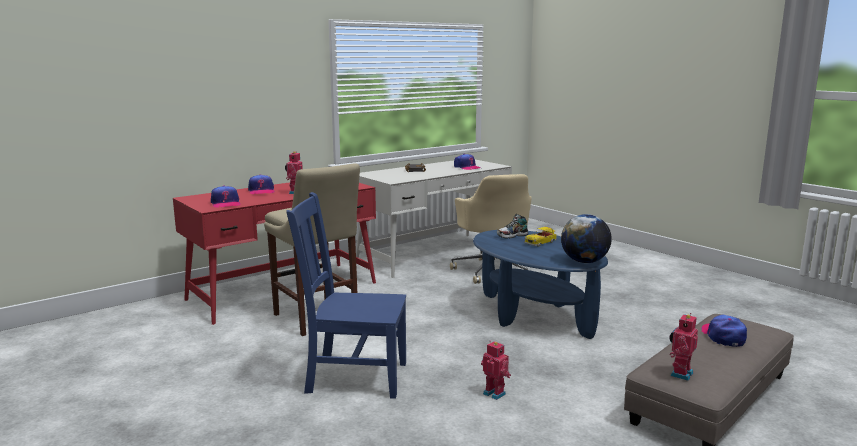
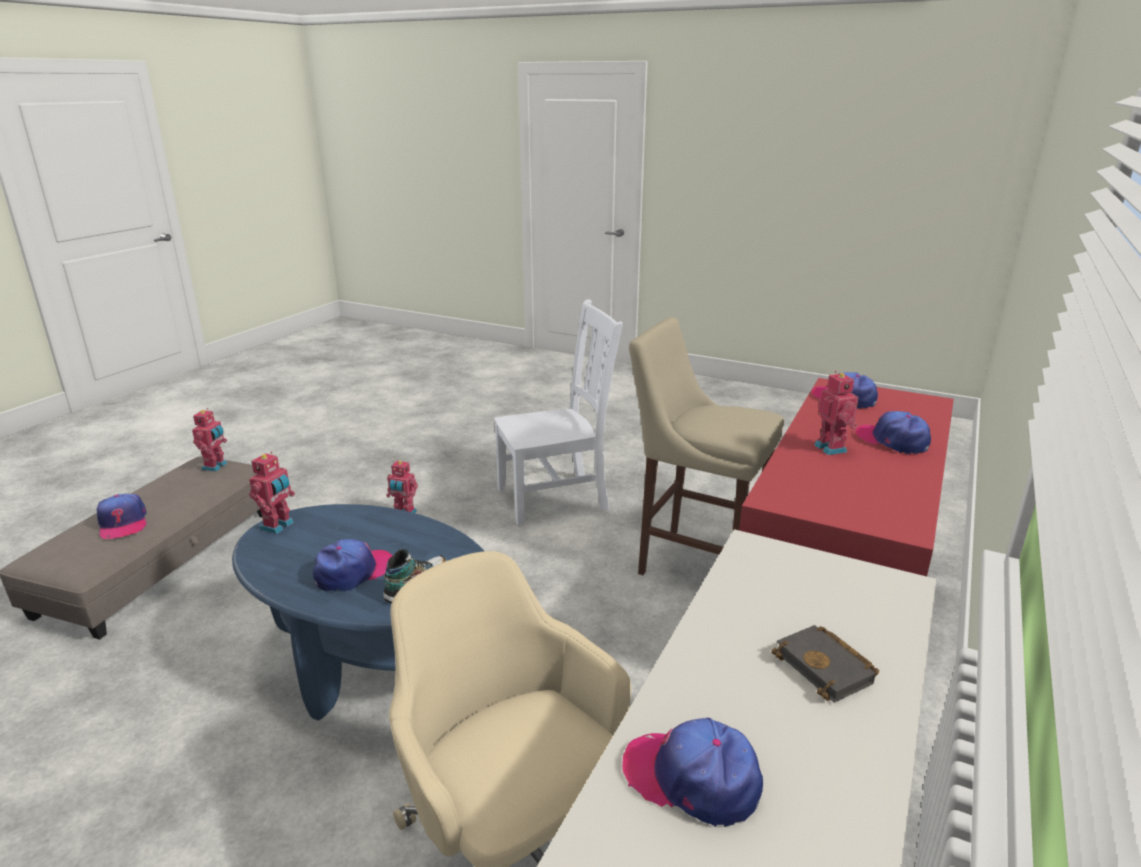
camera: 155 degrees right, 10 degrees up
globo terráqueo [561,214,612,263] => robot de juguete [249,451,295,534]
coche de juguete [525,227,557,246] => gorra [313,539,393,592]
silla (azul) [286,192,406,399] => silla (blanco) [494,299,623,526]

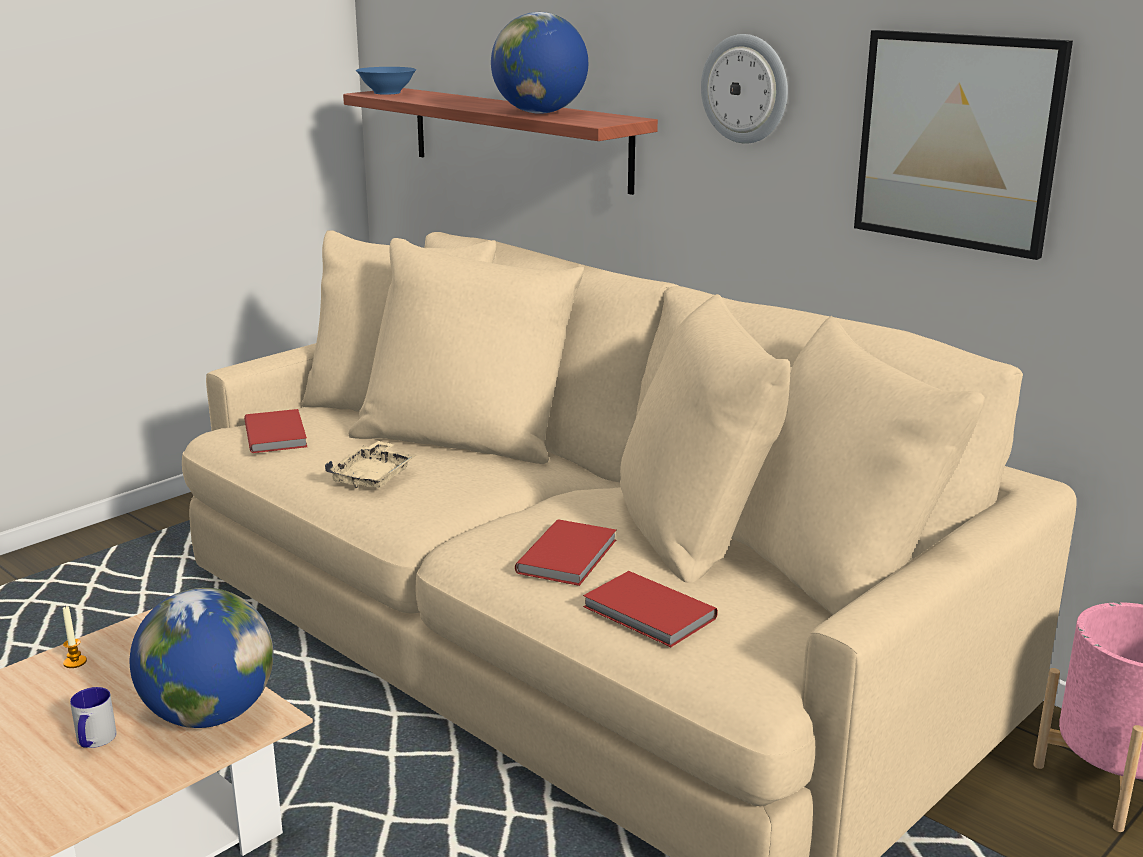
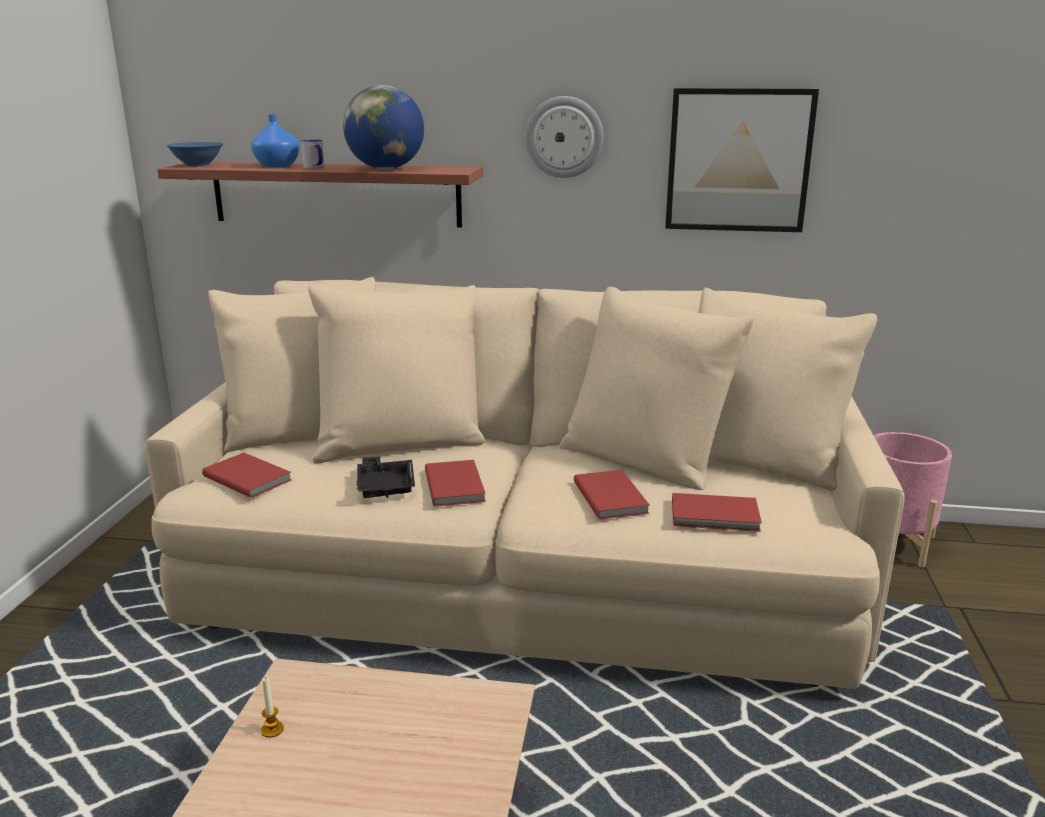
camera: 35 degrees left, 0 degrees up
nothing => florero (azul) [251,114,300,167]
taza grande [70,687,117,748] => taza grande [301,140,325,169], shifted
bandeja (beis) [325,441,417,488] => bandeja (negro) [357,457,415,498]
nothing => libro (rojo) [425,460,486,507]
globo terráqueo [130,588,274,728] => nothing

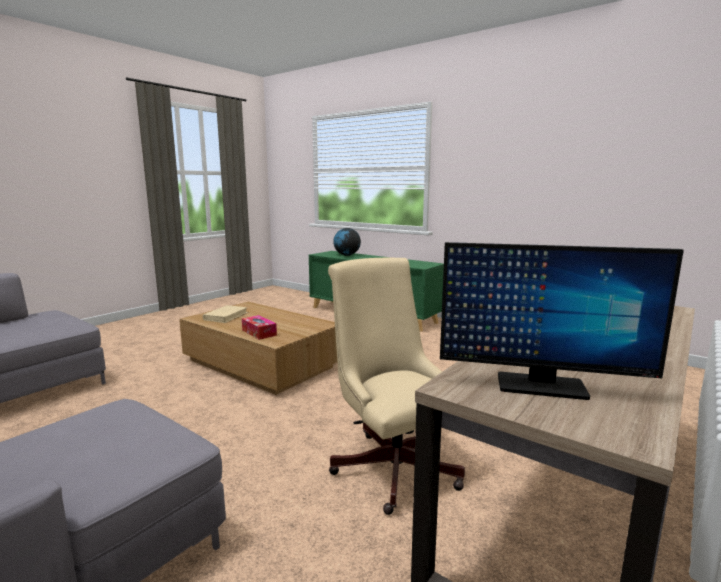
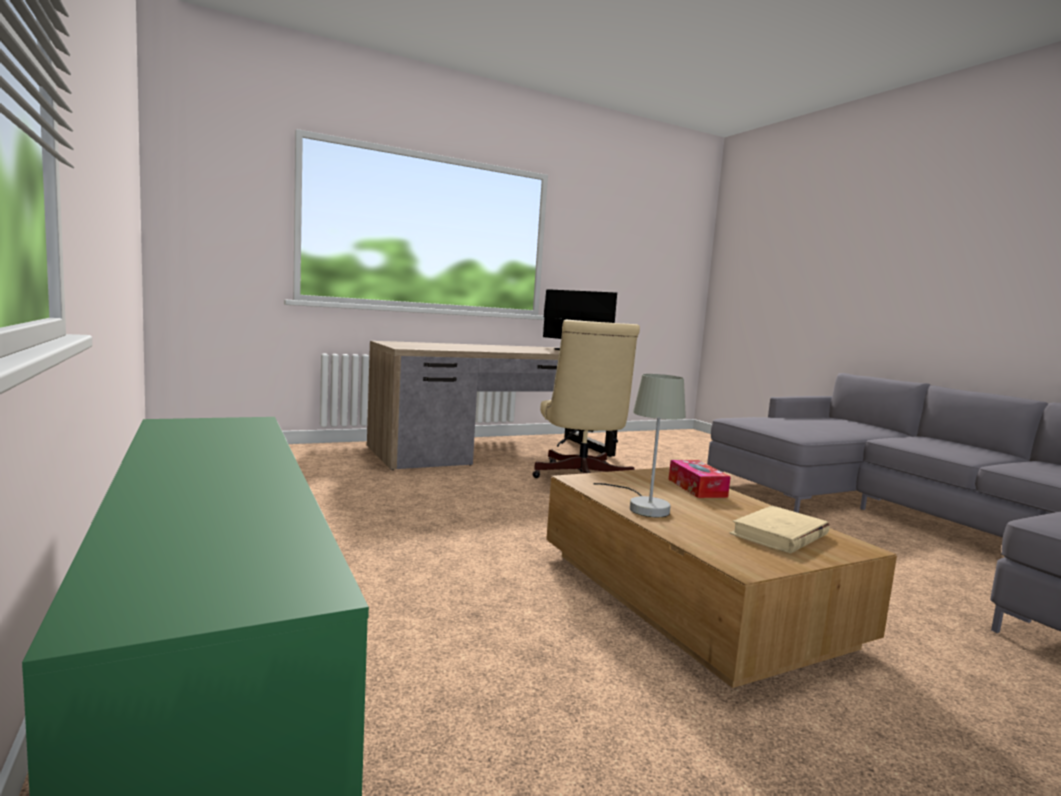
camera: 155 degrees left, 5 degrees down
nothing => lámpara de mesa (gris) [593,374,686,517]
globo terráqueo [333,228,361,256] => nothing

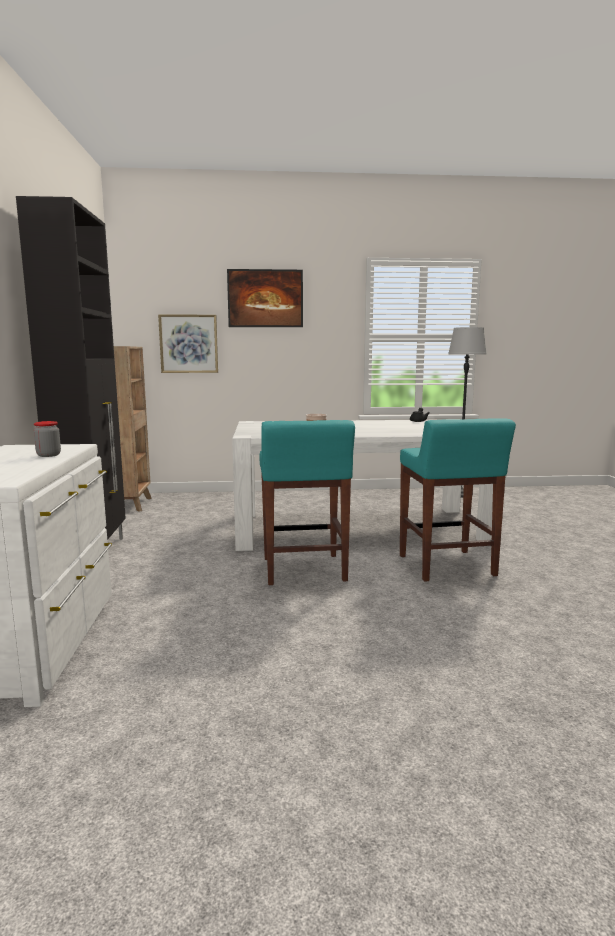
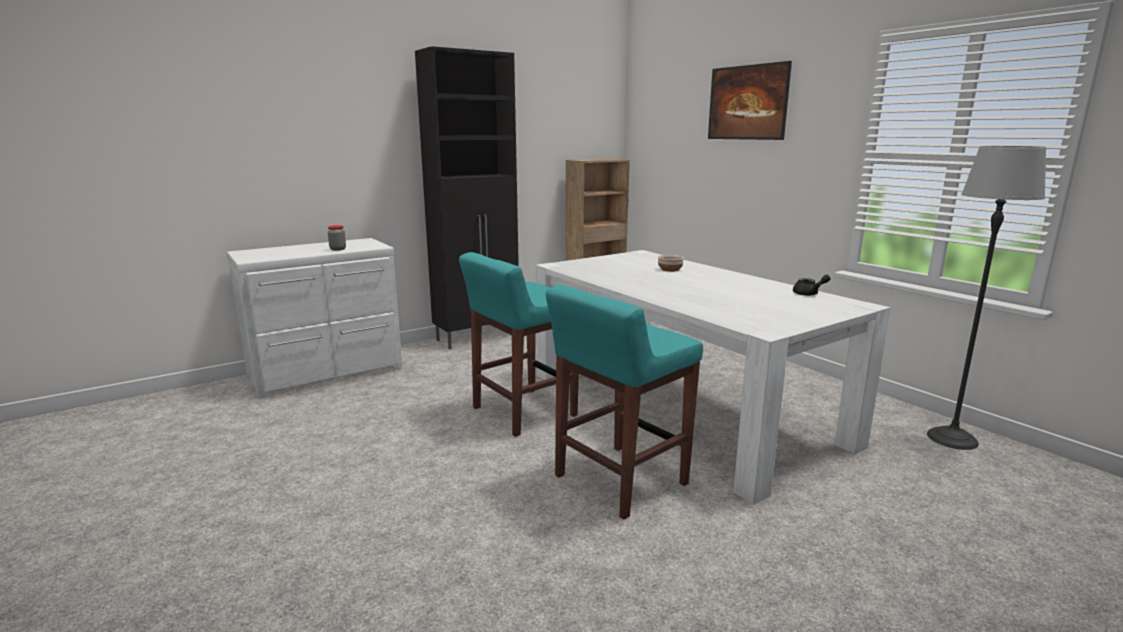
camera: 60 degrees right, 5 degrees up
cuadro [158,314,218,373] => nothing

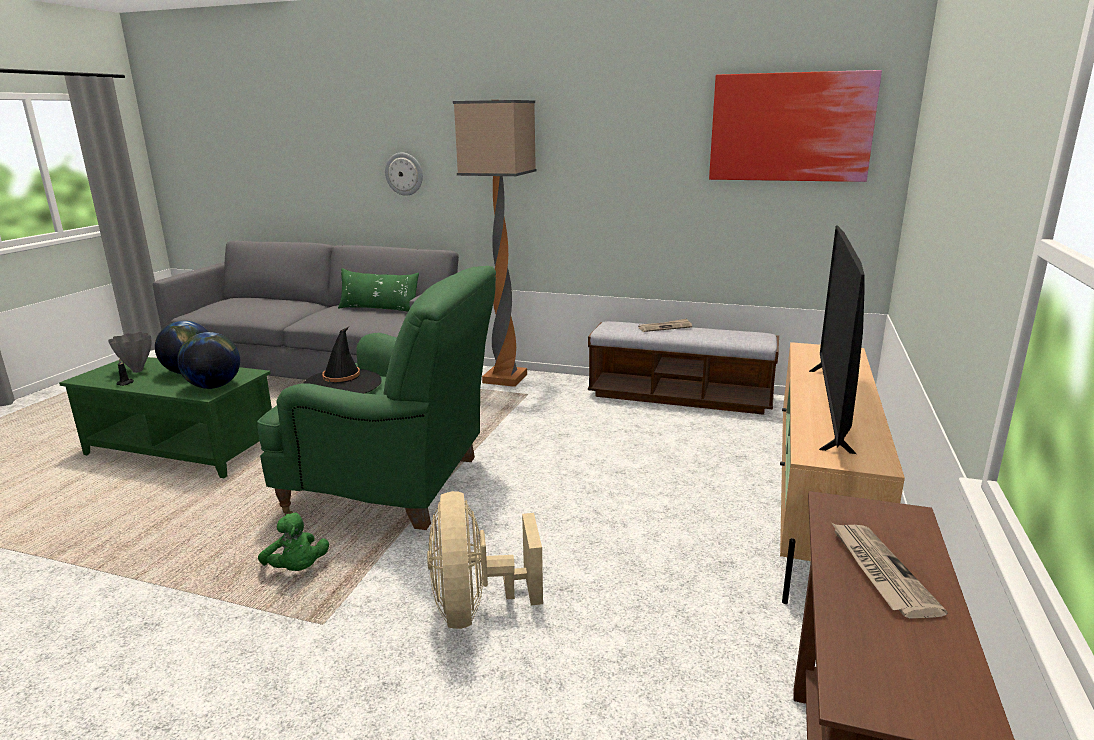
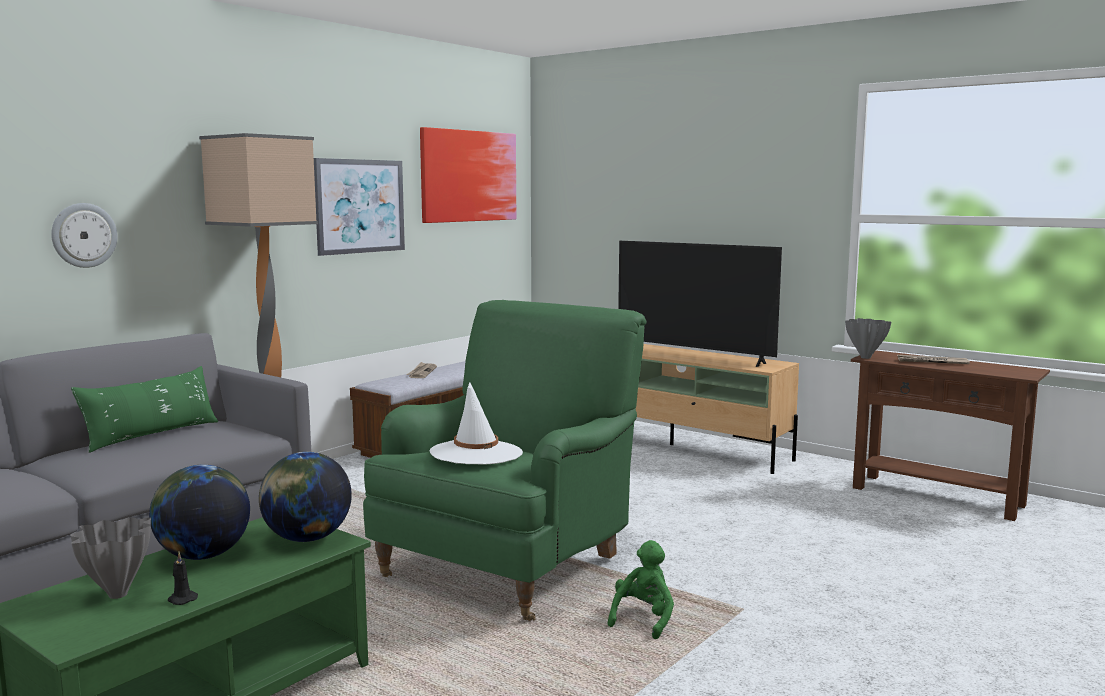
camera: 70 degrees left, 10 degrees down
nothing => cuadro [314,158,405,256]
sombrero (negro) [304,327,382,394] => sombrero (blanco) [429,383,523,465]
peluche (verde) [258,513,329,571] => peluche (verde) [608,540,674,639], 45 degrees counterclockwise
nothing => florero (gris) [845,318,891,359]
ventilador (beis) [427,491,543,629] => nothing

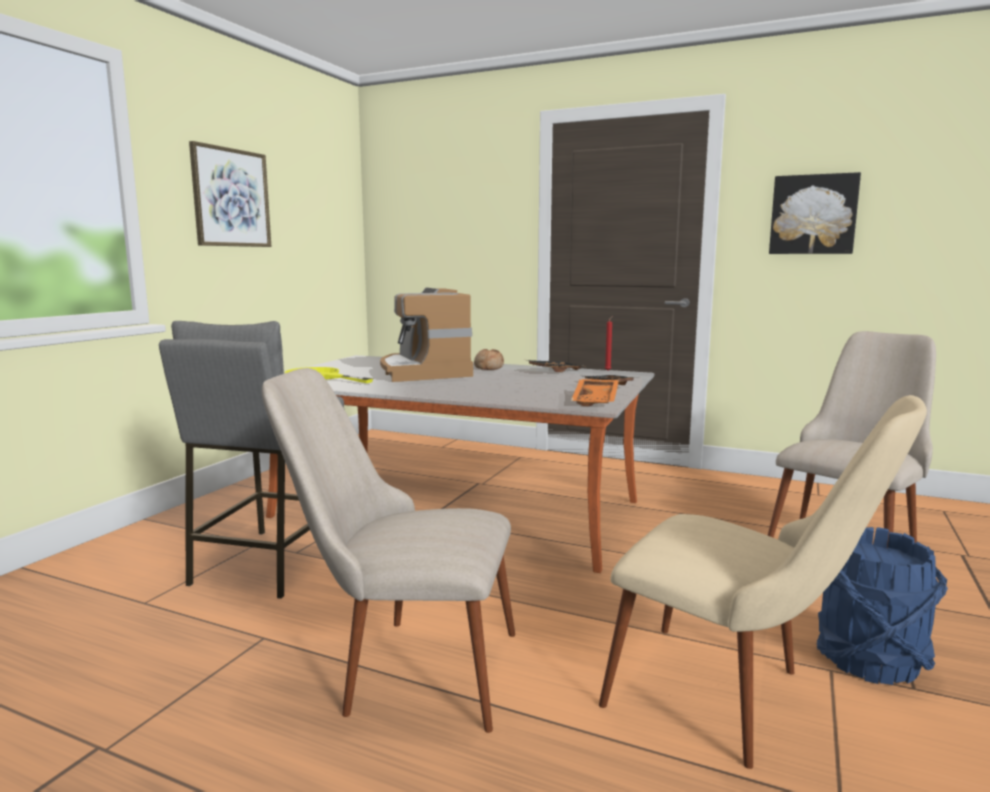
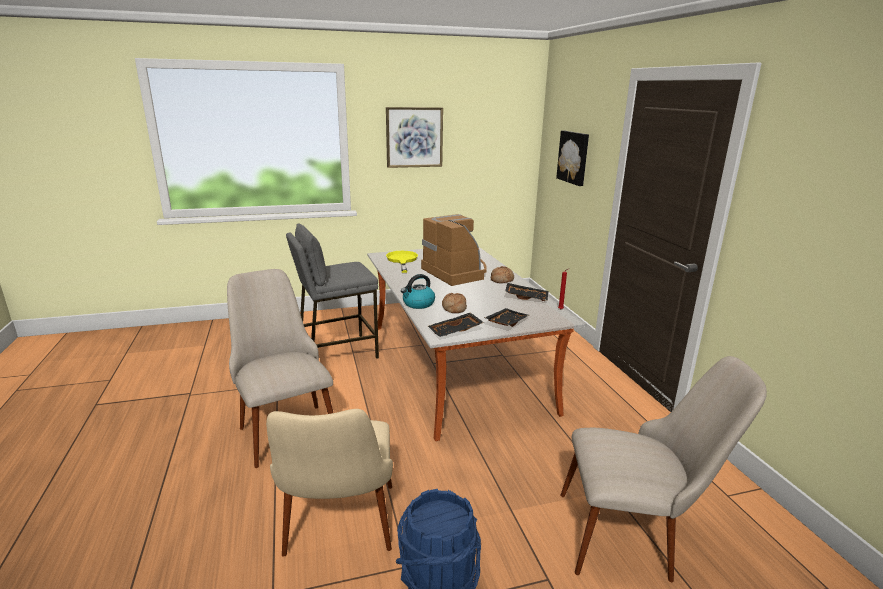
camera: 50 degrees right, 10 degrees up
nothing => hervidor [401,274,435,309]
cafetera [380,288,473,382] => cafetera [421,214,486,286], 120 degrees clockwise
bandeja (naranja) [571,379,619,406] => bandeja (negro) [428,313,484,337]
nothing => pan [442,293,467,313]
cuadro [769,172,861,254] => cuadro [556,131,589,186], shifted

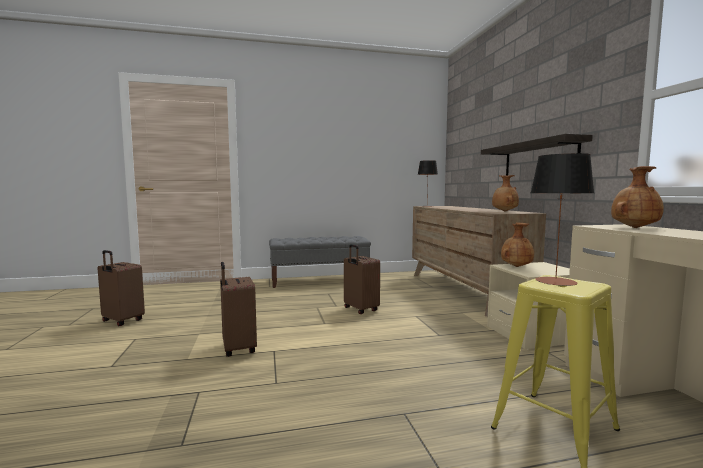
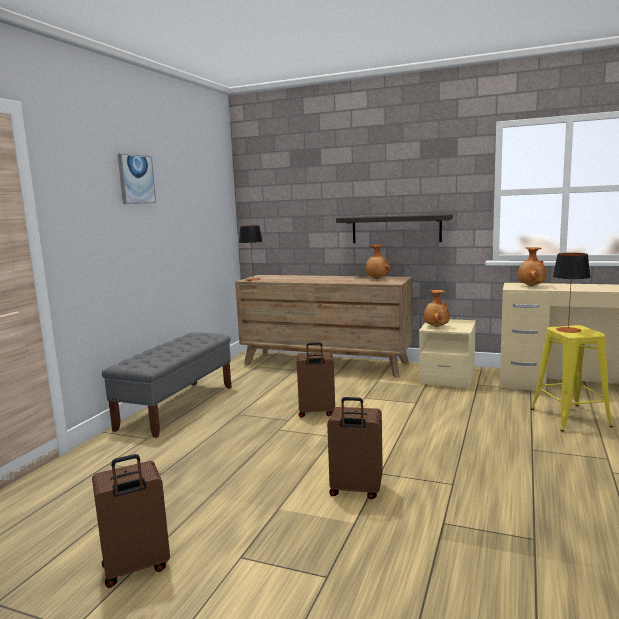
camera: 55 degrees left, 5 degrees up
nothing => cuadro [118,153,156,204]

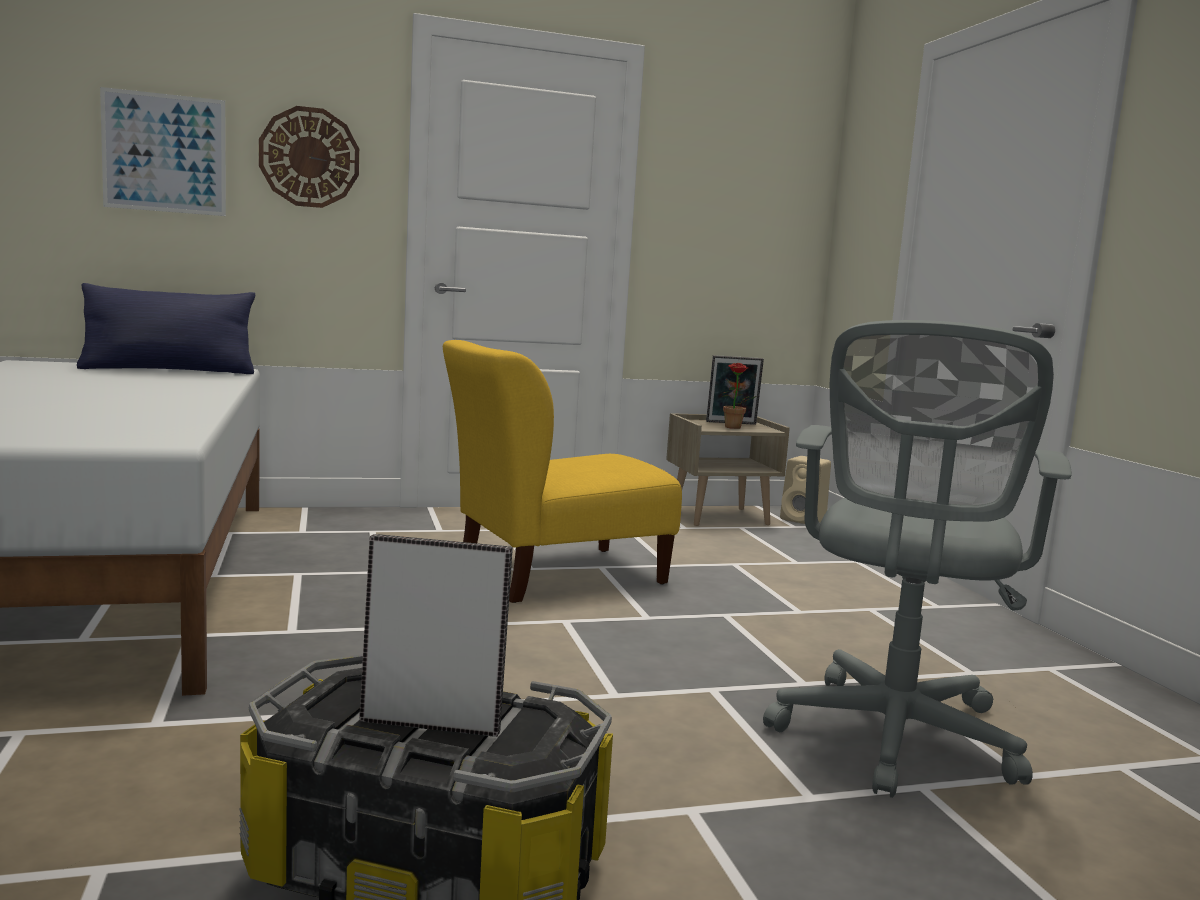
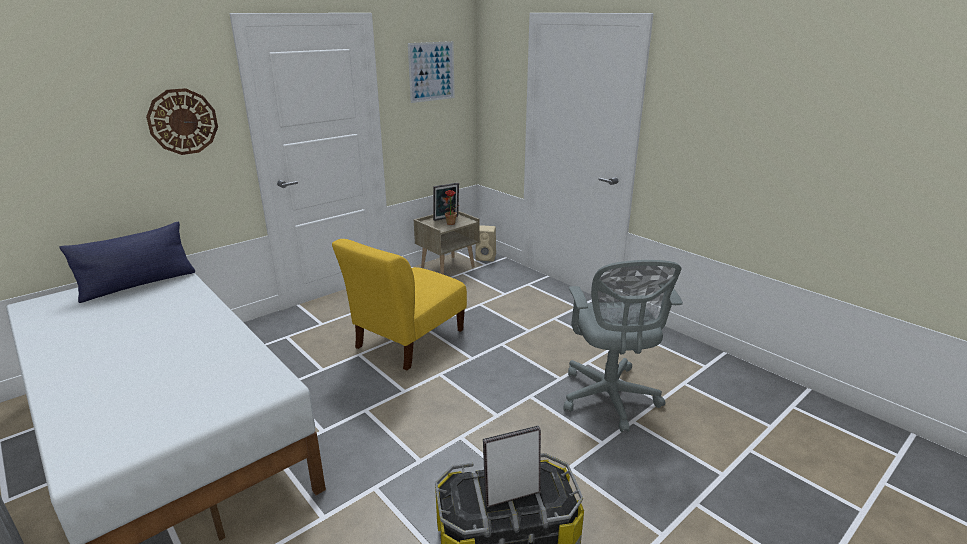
camera: 25 degrees left, 15 degrees up
cuadro [100,87,226,216] => cuadro [408,41,455,103], shifted

